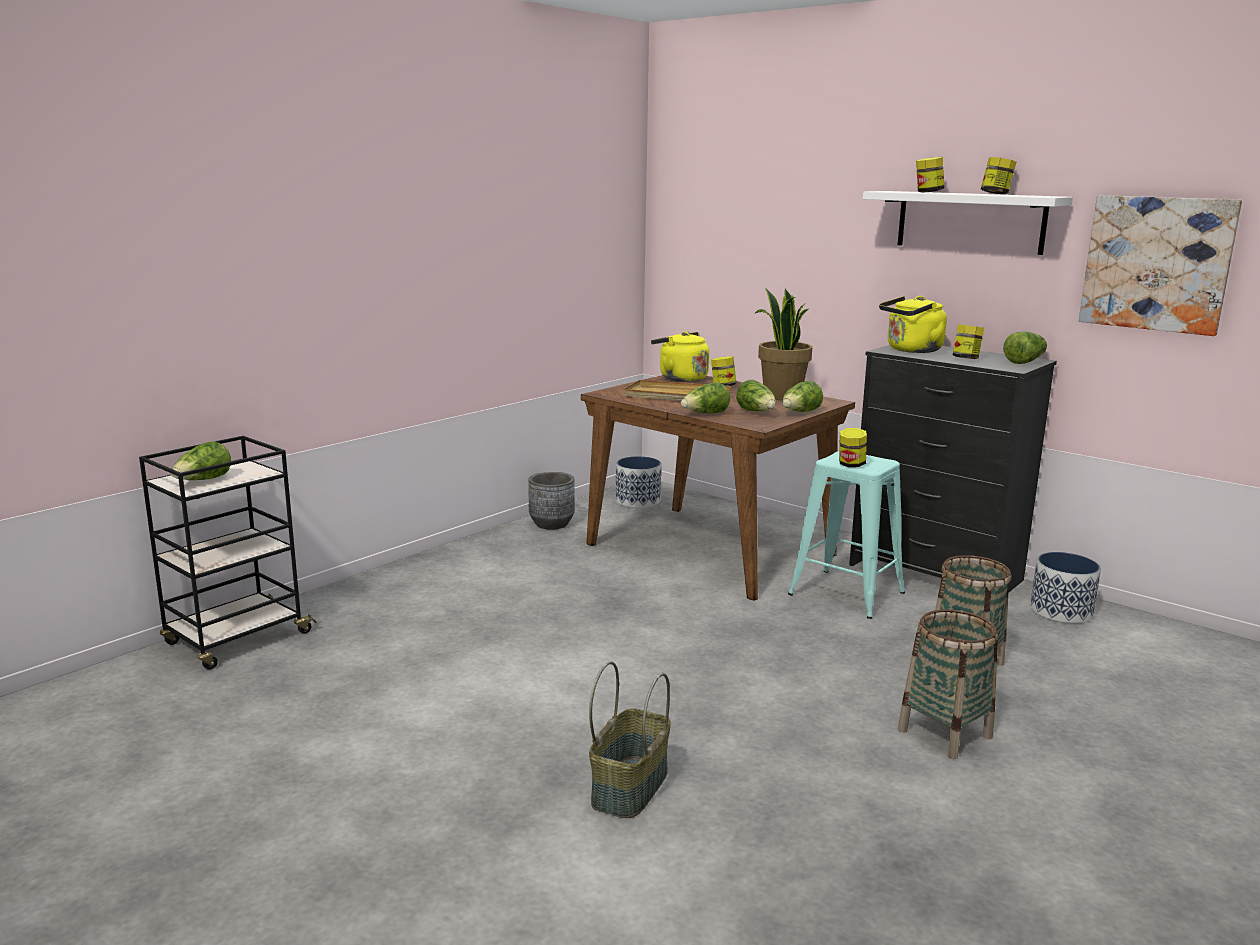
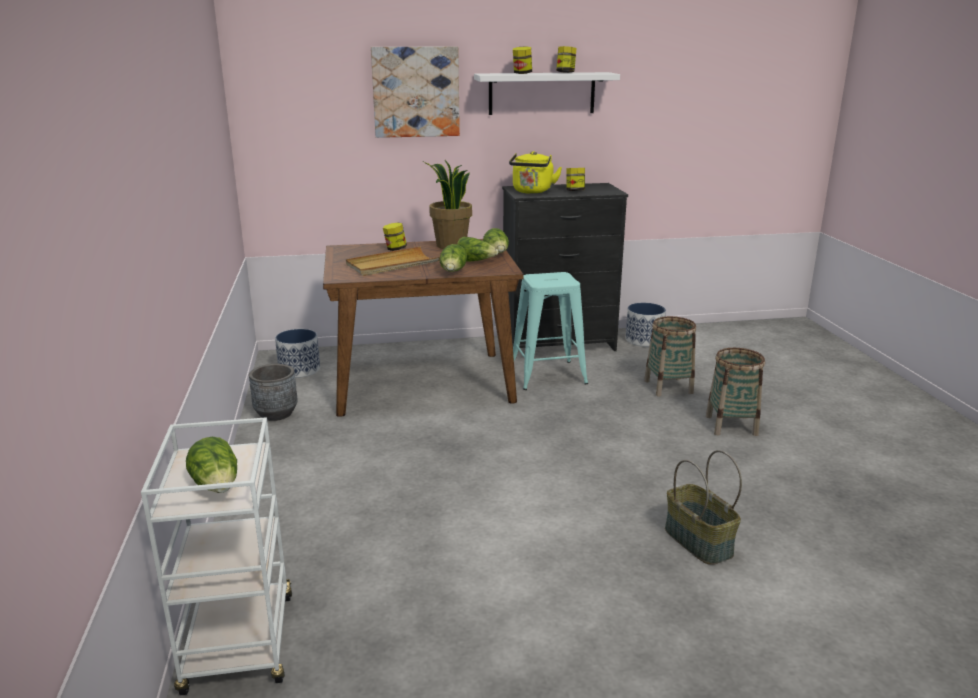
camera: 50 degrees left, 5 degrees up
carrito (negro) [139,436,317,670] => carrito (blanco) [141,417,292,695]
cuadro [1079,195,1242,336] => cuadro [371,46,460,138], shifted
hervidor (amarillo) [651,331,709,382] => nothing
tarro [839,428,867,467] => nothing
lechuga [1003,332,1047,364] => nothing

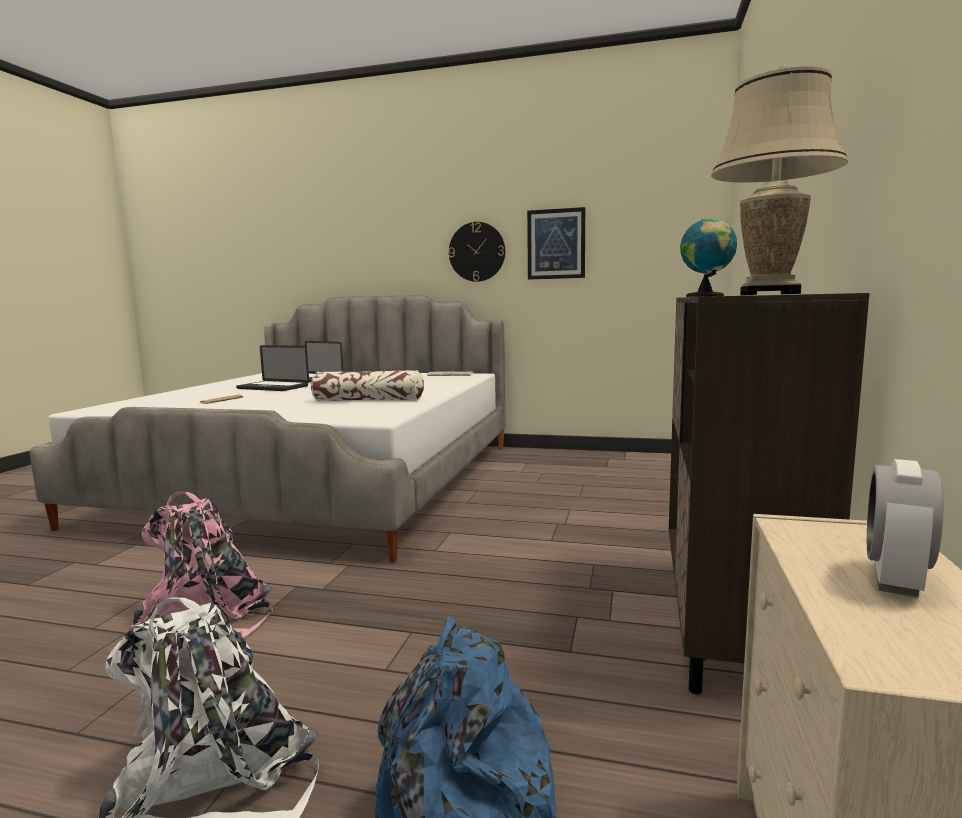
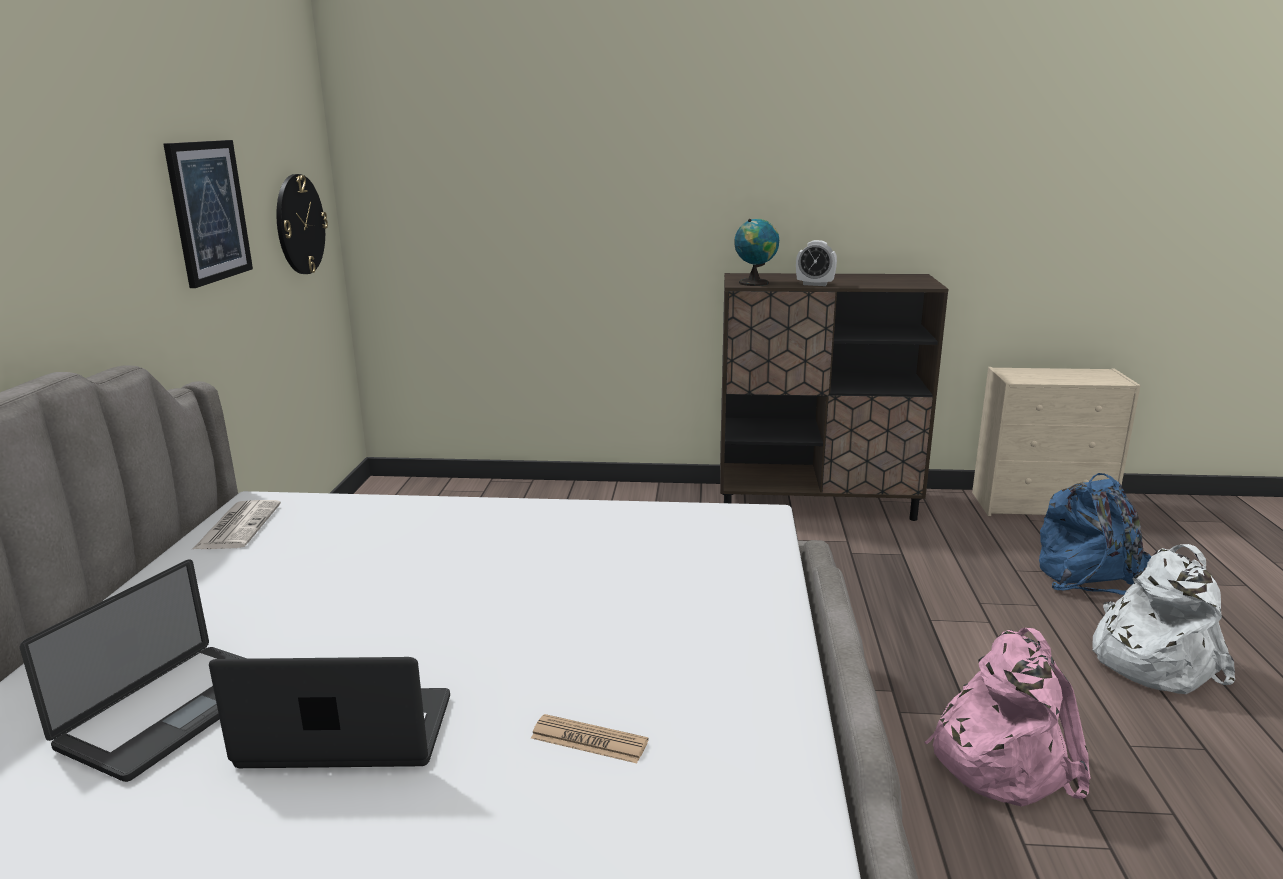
camera: 100 degrees left, 10 degrees up
portátil [236,345,309,391] => portátil [209,657,450,768], 105 degrees counterclockwise
reloj de pared [448,222,505,282] => reloj de pared [276,174,328,274], shifted
despertador [867,459,944,598] => despertador [796,240,837,286], shifted
cojín [311,370,424,401] => nothing
lámpara de mesa (beis) [711,65,848,295] => nothing

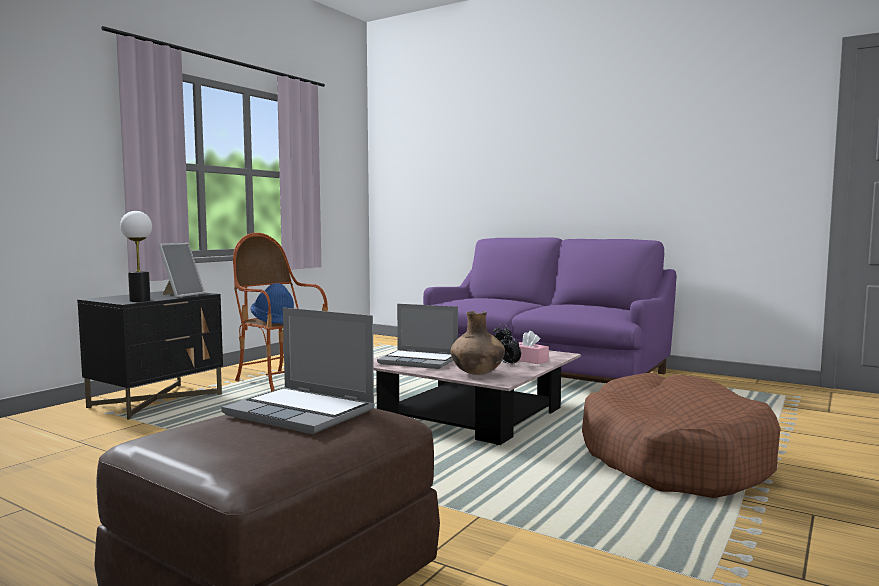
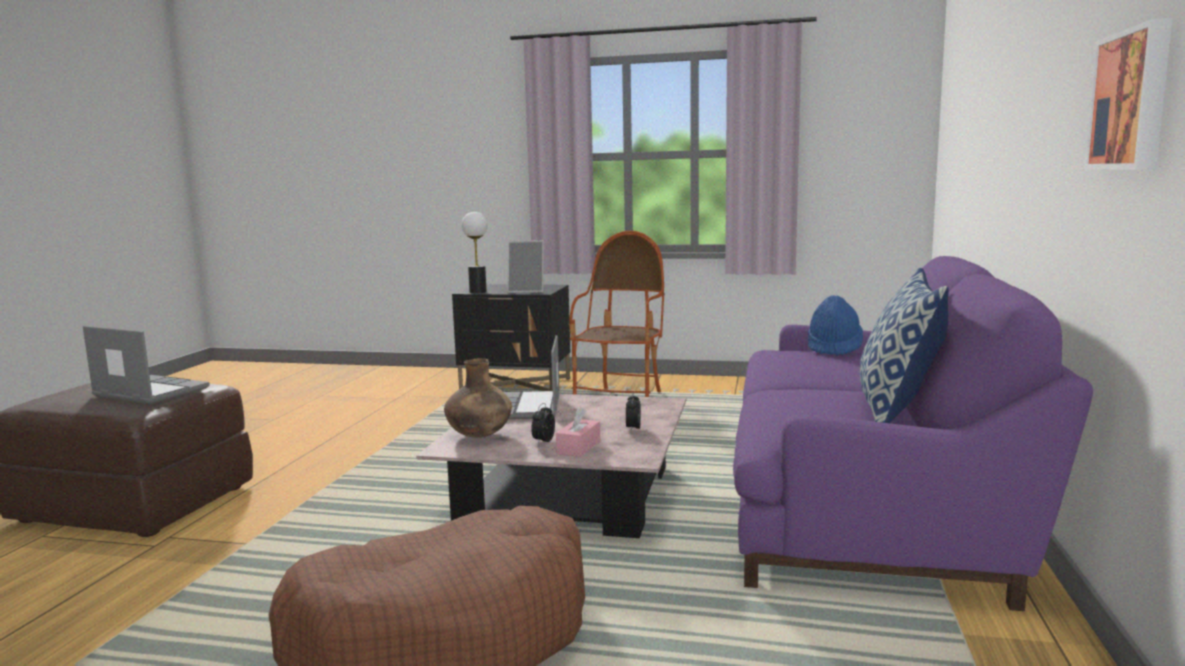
camera: 70 degrees right, 5 degrees up
portátil [221,308,375,434] => portátil [83,326,210,404], 105 degrees clockwise
sombrero (azul) [251,283,294,324] => sombrero (azul) [808,295,863,356], shifted
nothing => cojín [860,268,949,423]
nothing => cuadro [1084,18,1173,170]

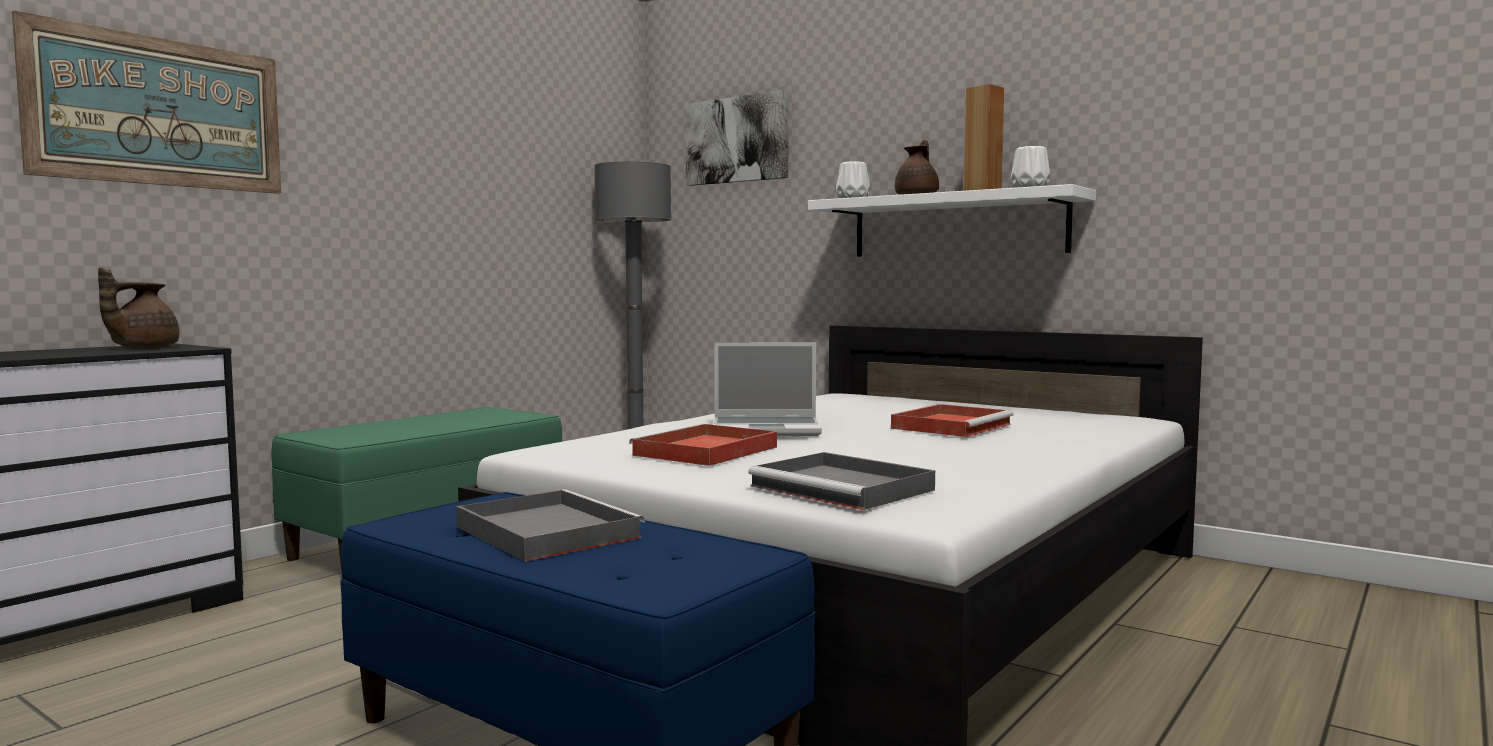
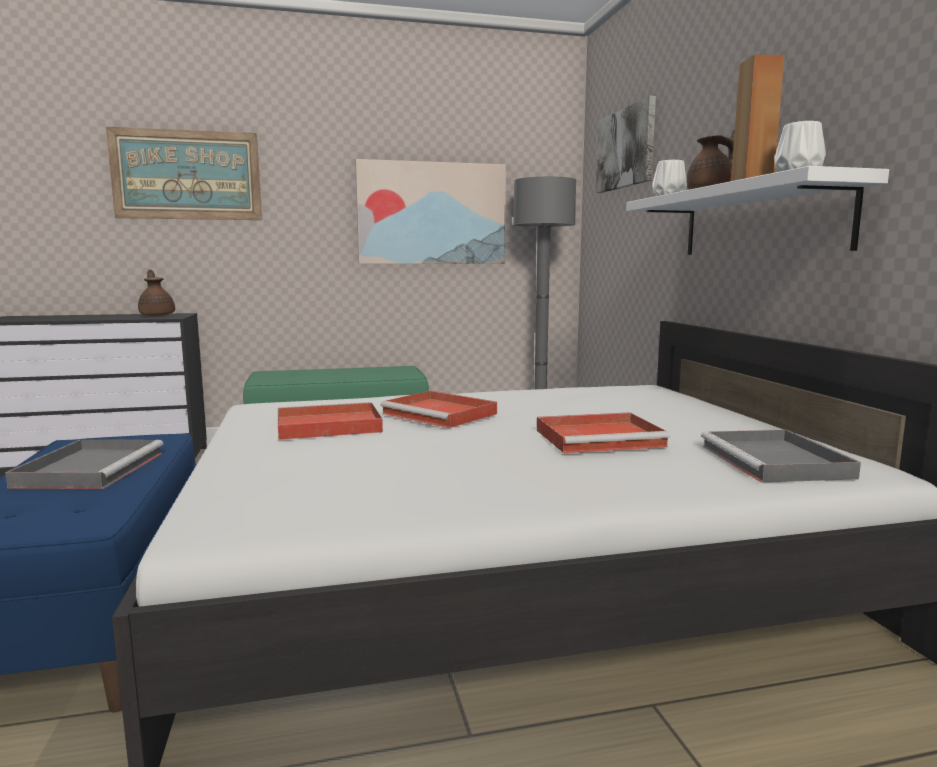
camera: 40 degrees right, 5 degrees up
tetera (marrón) [98,267,179,348] => tetera (marrón) [138,269,175,316], 90 degrees clockwise
nothing => cuadro [355,159,506,264]
portátil [713,343,822,436] => bandeja (rojo) [380,391,497,428]
bandeja (gris) [748,452,935,510] => bandeja (gris) [701,430,861,482], shifted

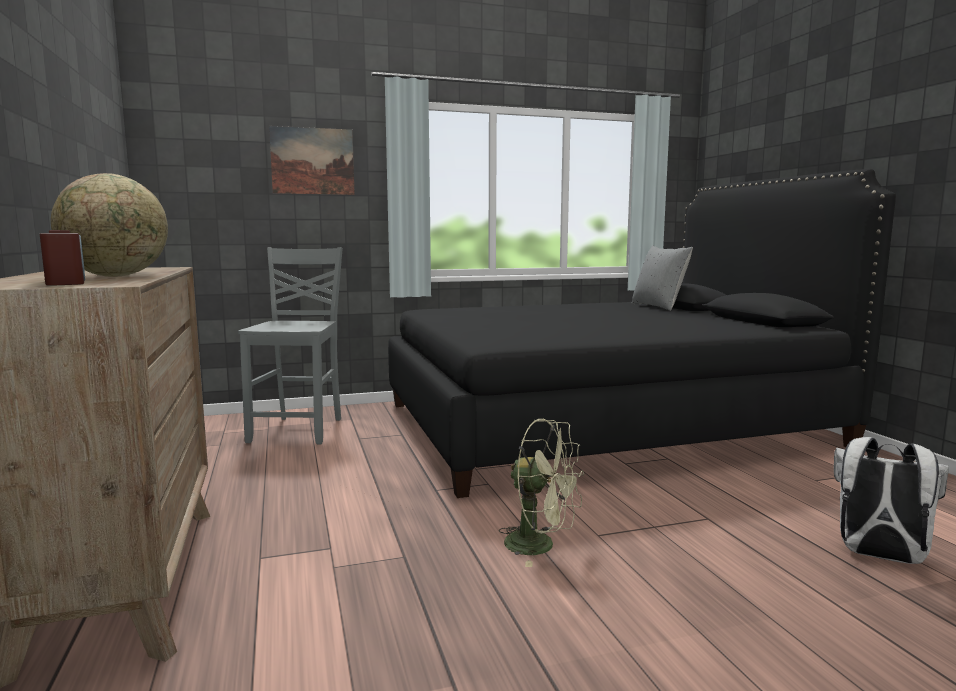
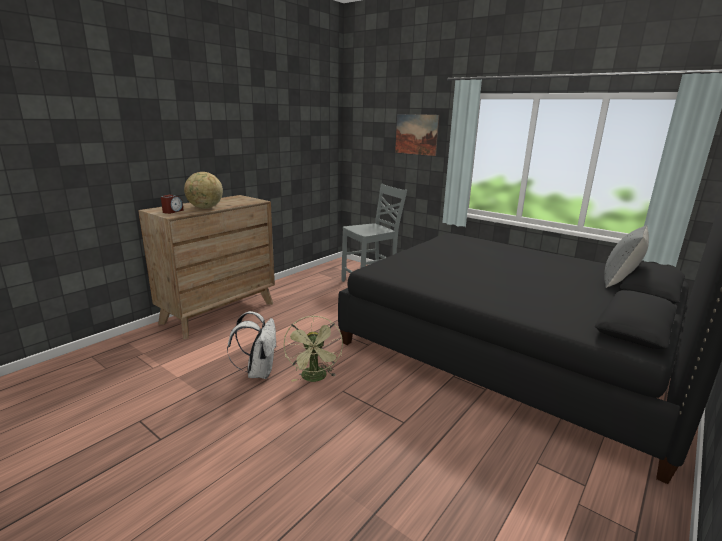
camera: 55 degrees right, 10 degrees up
mochila (blanco) [834,437,949,564] => mochila (blanco) [227,311,276,379], shifted

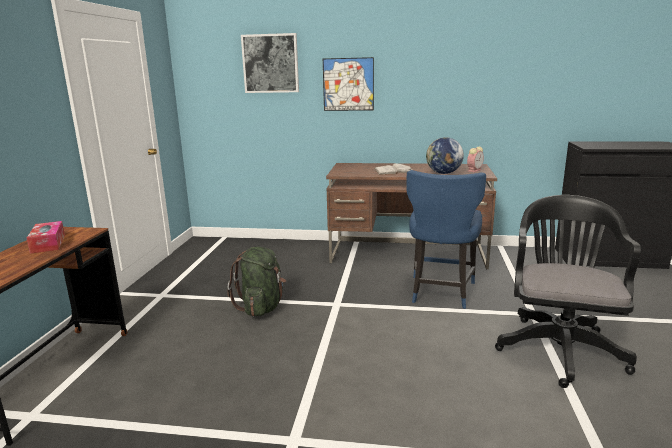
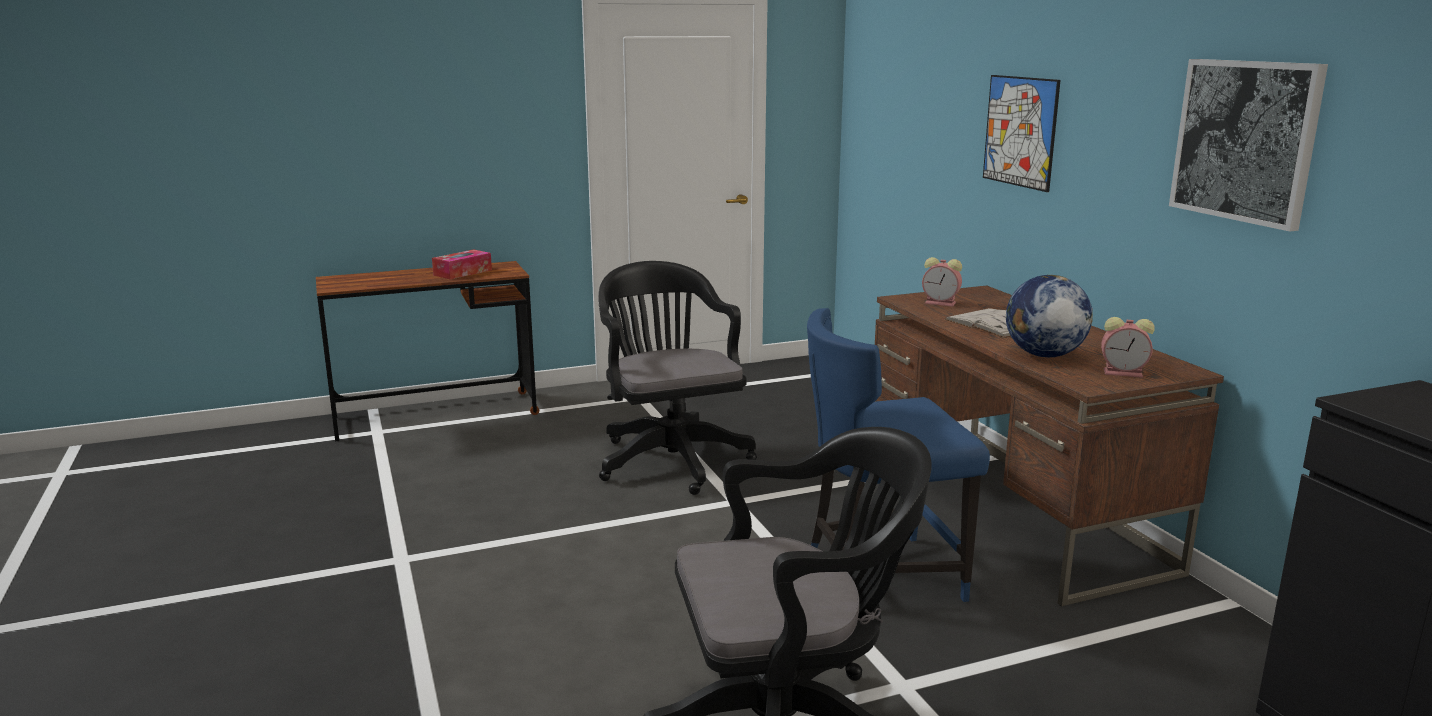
camera: 60 degrees right, 0 degrees up
mochila (verde) [227,247,286,316] => silla de oficina (negro) [598,261,757,495]
nothing => despertador [922,257,962,306]
cuadro [241,33,299,93] => cuadro [1169,59,1328,232], shifted

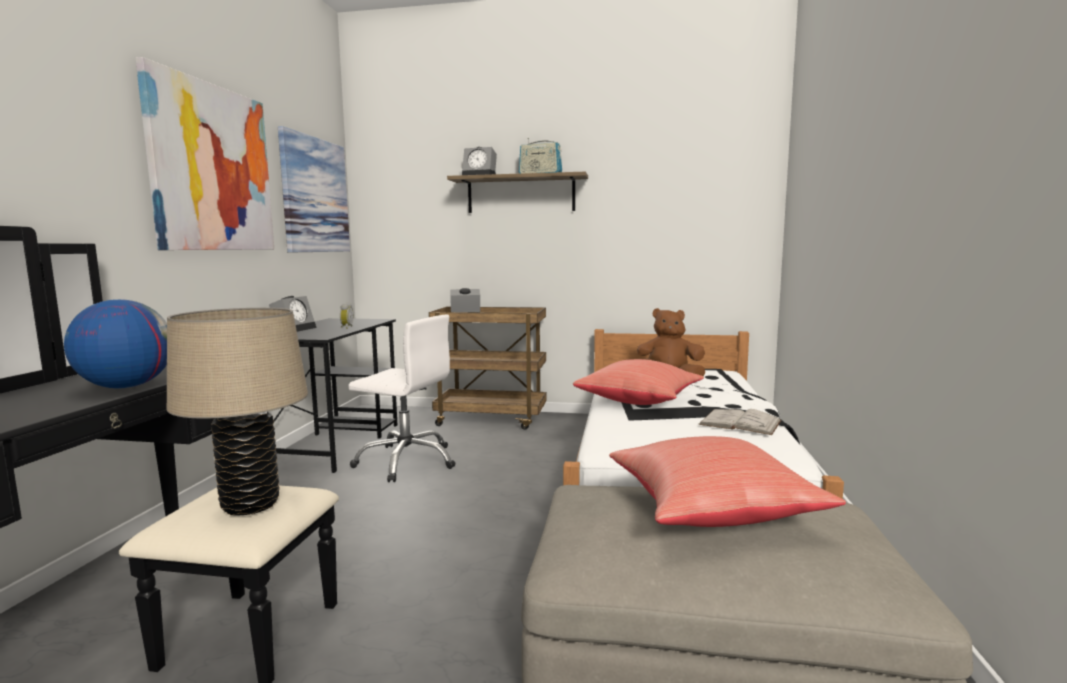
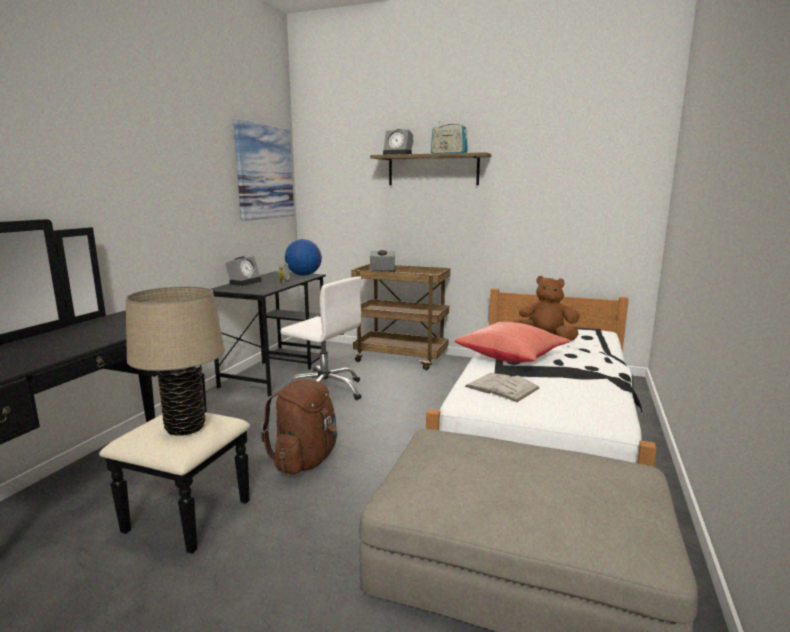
camera: 10 degrees right, 5 degrees up
nothing => mochila (marrón) [261,379,337,474]
globo terráqueo [64,299,167,389] => globo terráqueo [285,239,322,276], shifted
libro (blanco) [698,409,781,435] => libro (blanco) [465,373,539,402], shifted
cuadro [135,57,274,250] => nothing
cojín (rojo) [609,436,846,527] => nothing

